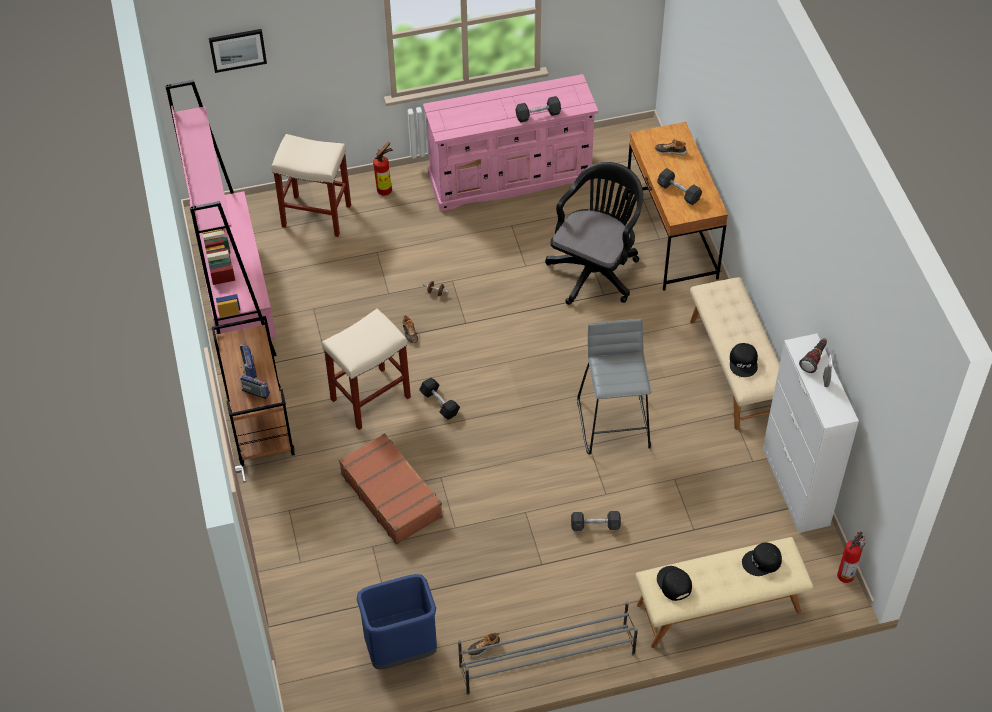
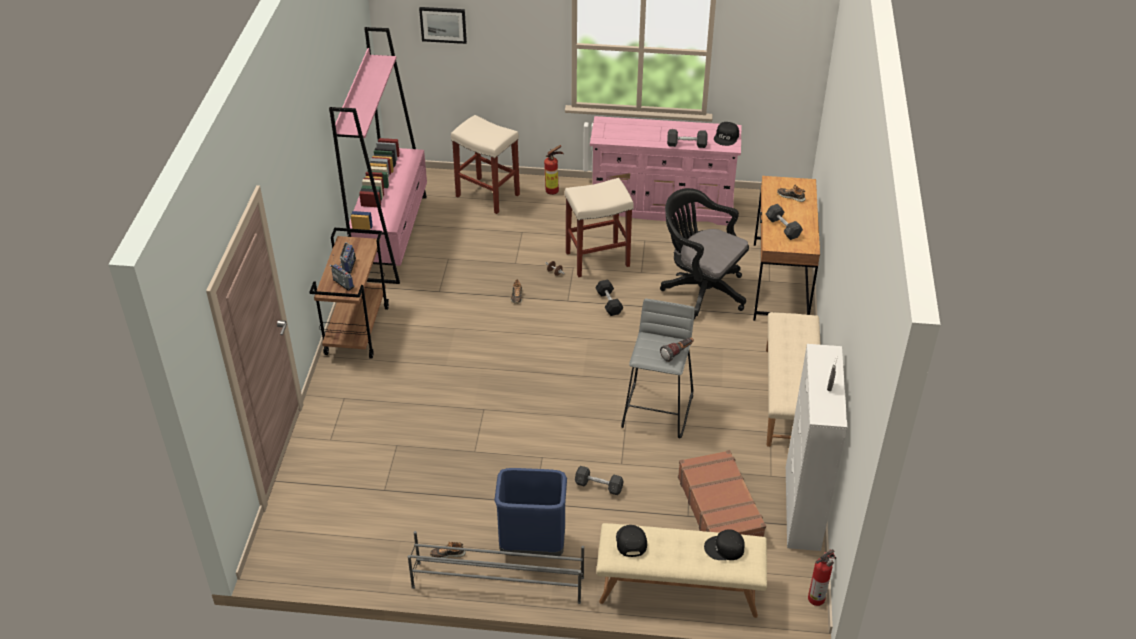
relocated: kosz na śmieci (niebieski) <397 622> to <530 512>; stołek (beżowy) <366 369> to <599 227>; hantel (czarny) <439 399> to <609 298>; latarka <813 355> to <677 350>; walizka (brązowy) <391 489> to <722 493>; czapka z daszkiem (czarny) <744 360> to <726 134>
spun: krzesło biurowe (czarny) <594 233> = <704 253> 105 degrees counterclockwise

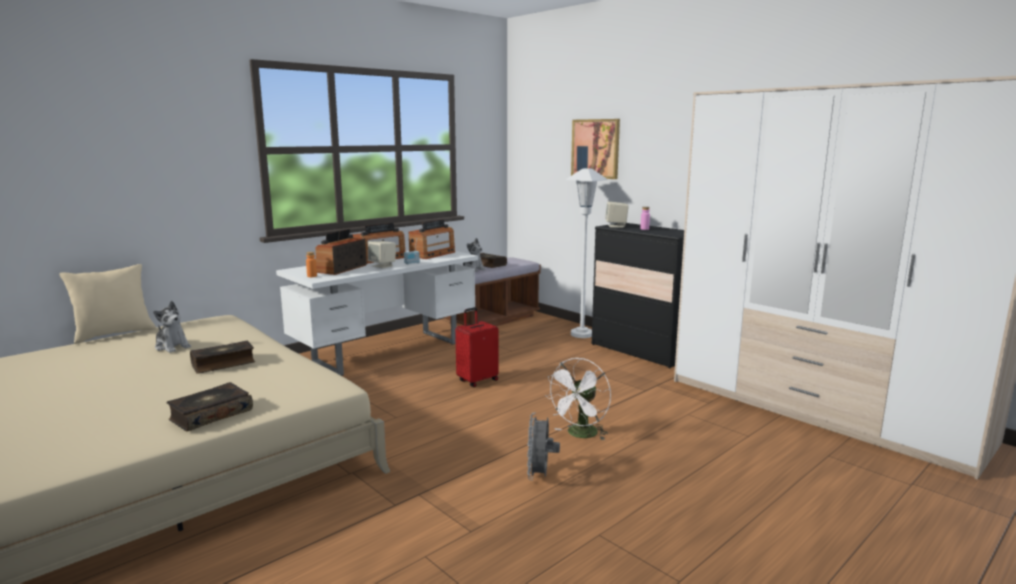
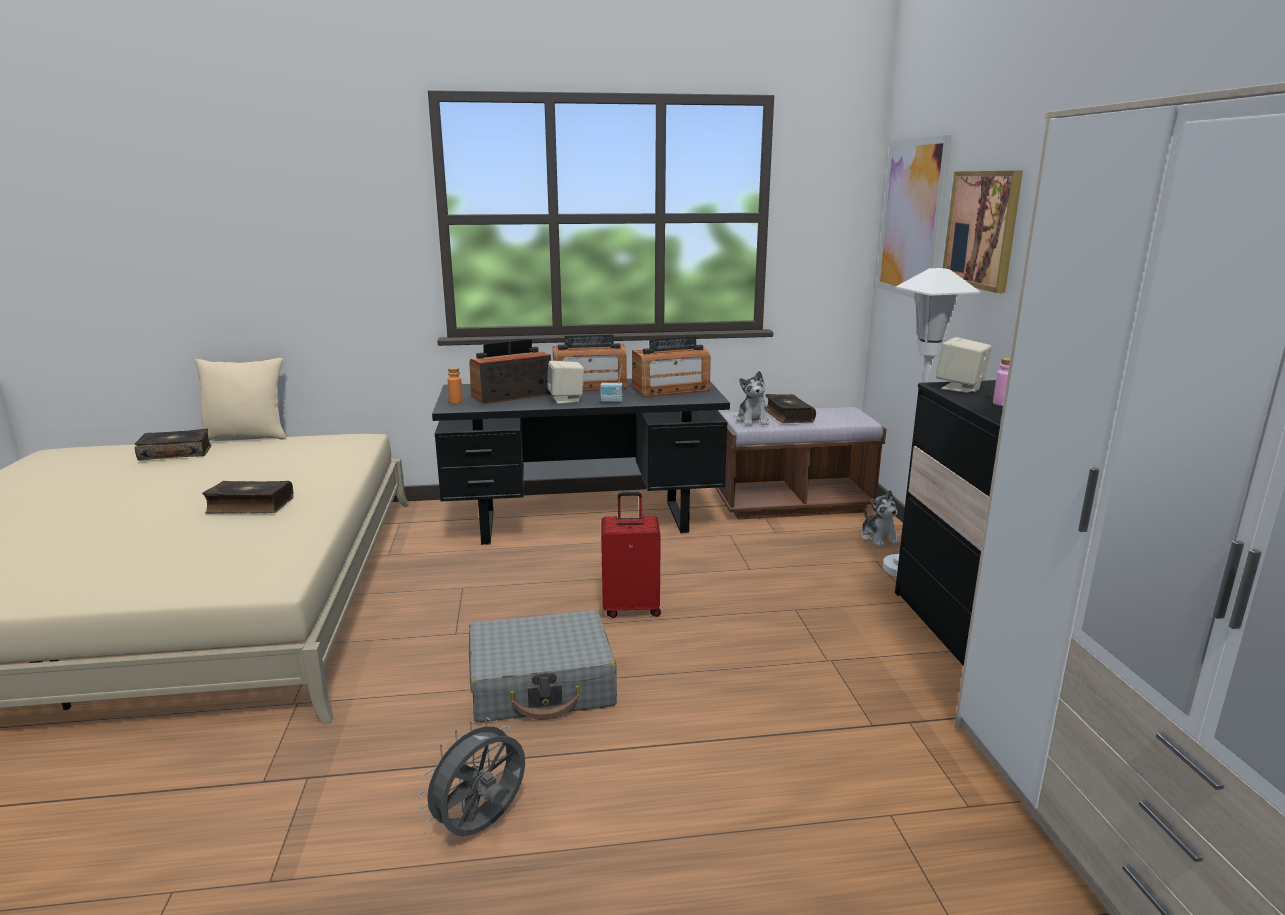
missing: wentylator (biały) <578 399>
appeared: walizka (szary) <543 666>; obraz <915 217>
relocated: książka <209 406> to <172 444>; pluszak <172 327> to <880 518>
colour: biurko (biały) <377 313> to biurko (czarny) <581 462>

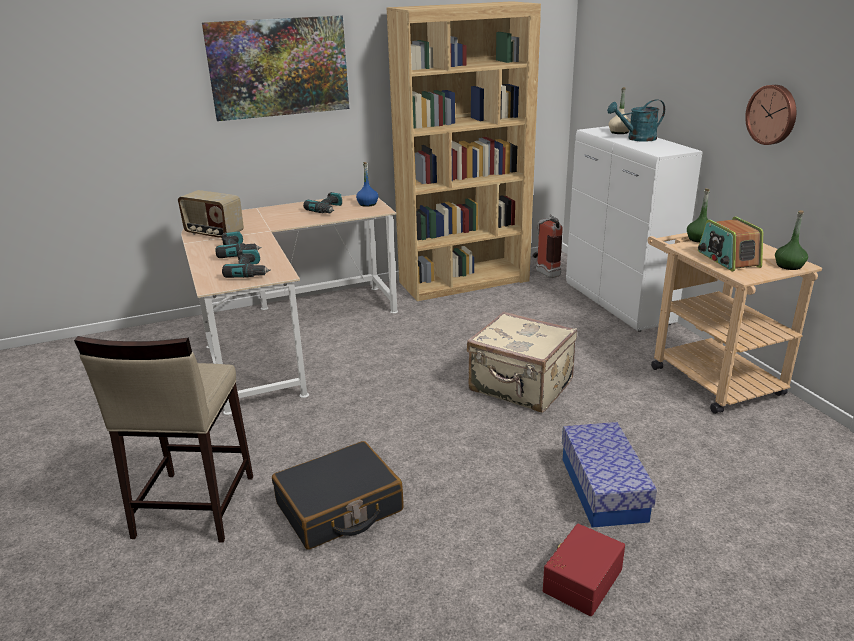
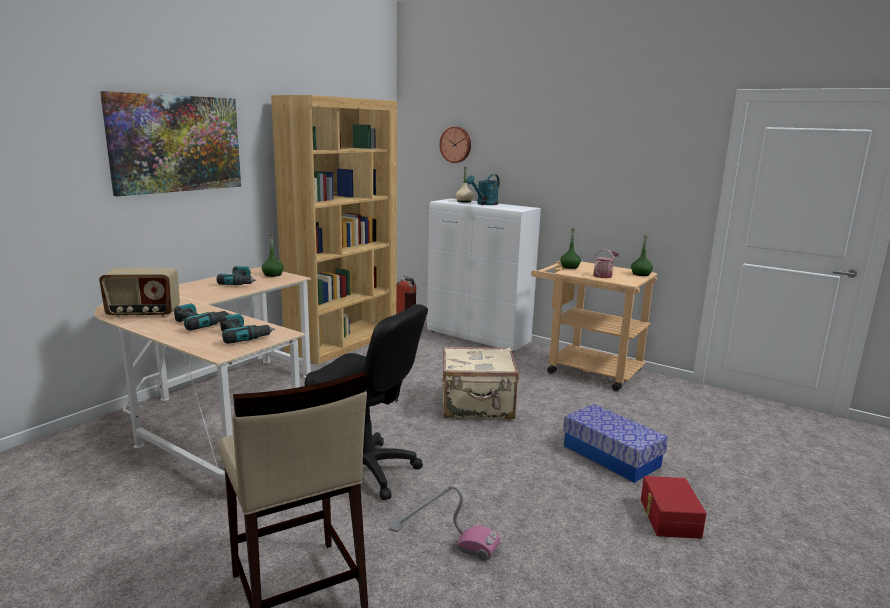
appeared: krzesło biurowe (czarny) <366 402>
relocated: zegar ścienny <770 115> to <455 144>
exchanged: walizka (czarny) <338 495> to odkurzacz <444 523>; radio <730 243> to konewka <606 263>
colour: butelka (niebieski) <367 184> to butelka (zielony) <272 255>

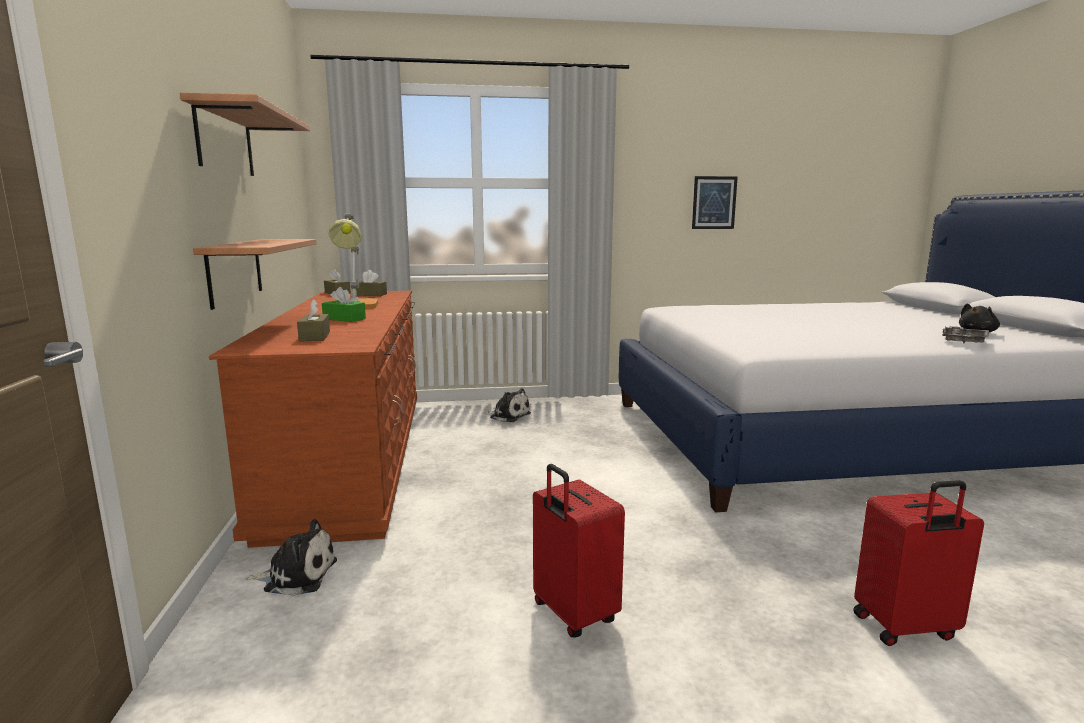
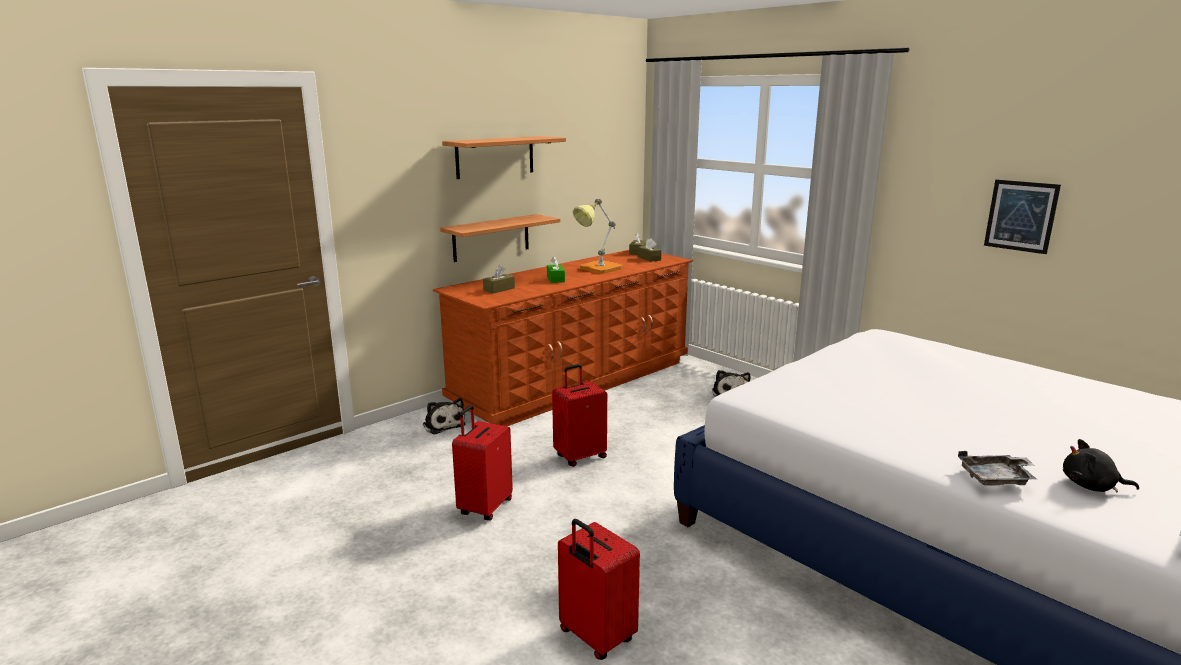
appeared: walizka (czerwony) <579 415>

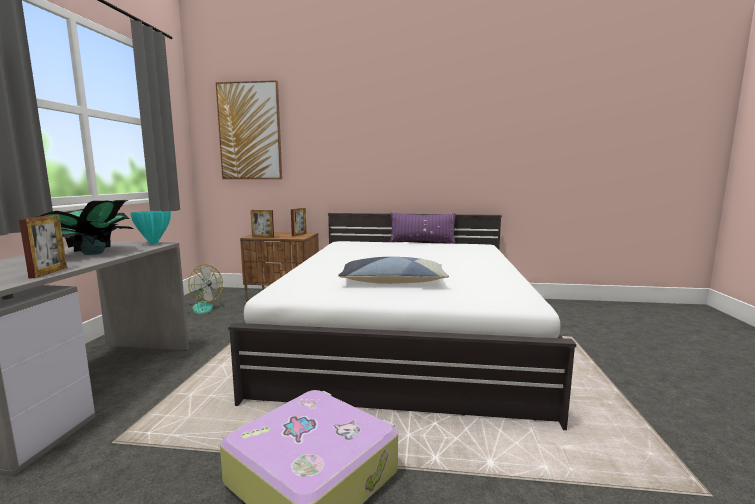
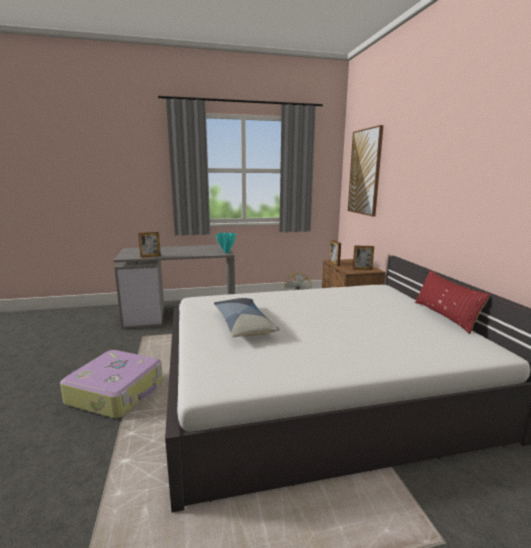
missing: roślina doniczkowa <85 227>
colour: poduszka (fioletowy) <423 228> to poduszka (czerwony) <452 302>

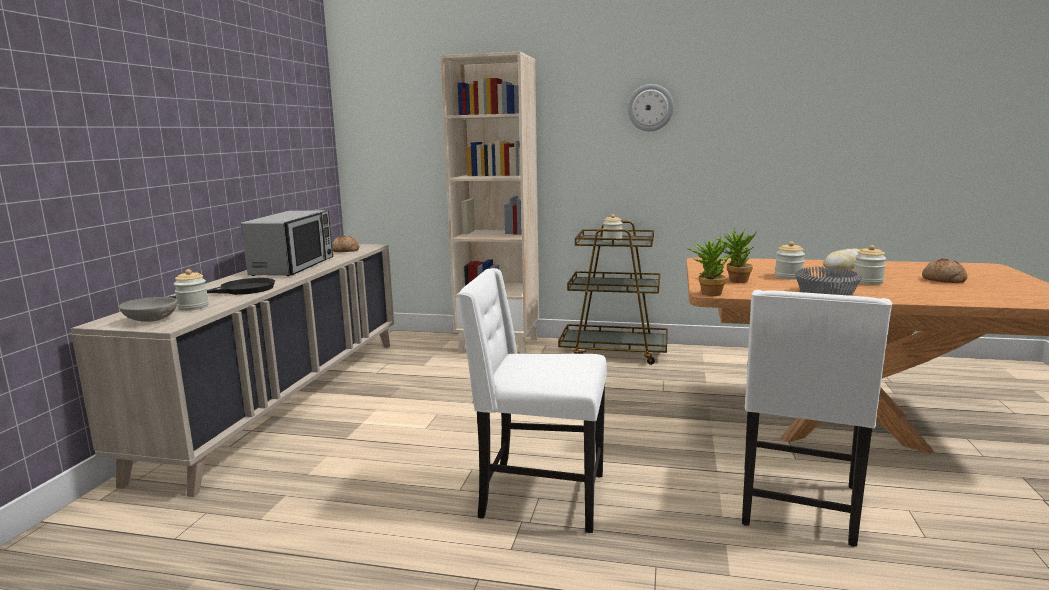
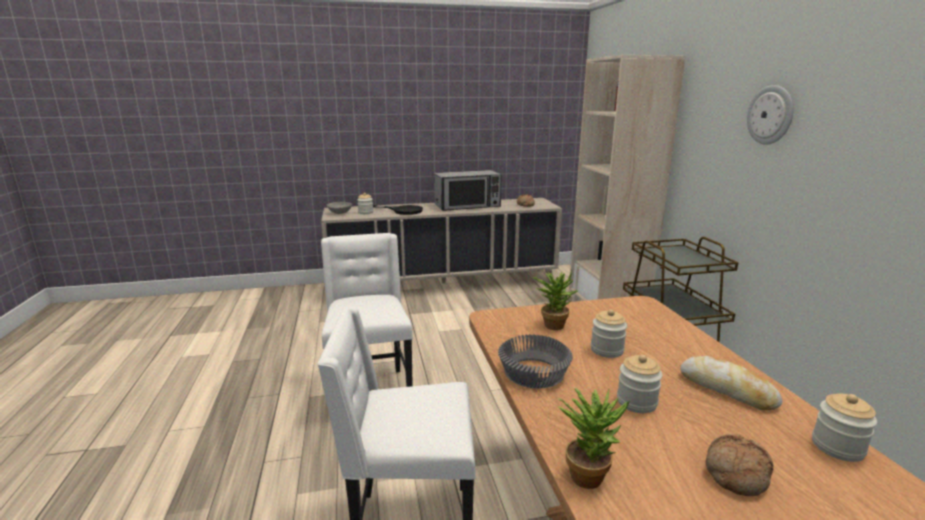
relocated: roślina doniczkowa <710 266> to <593 438>; słoik <613 228> to <844 428>

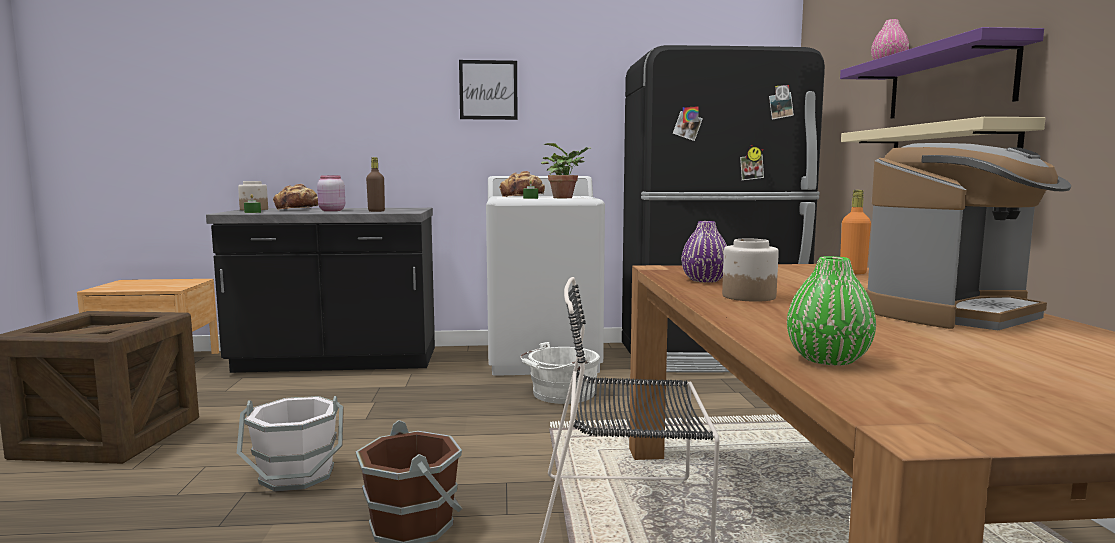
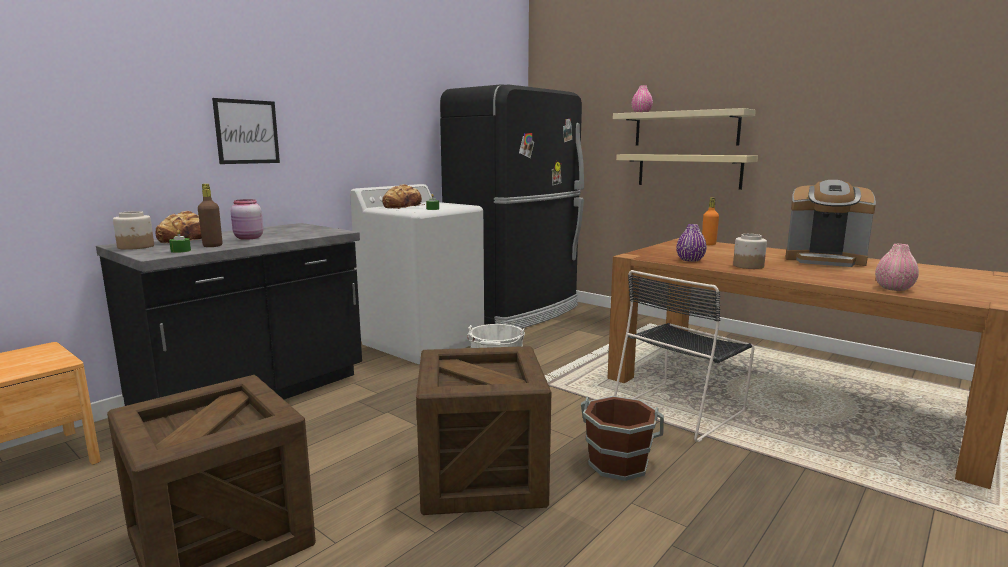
missing: roślina doniczkowa <566 170>
relocated: butelka (brązowy) <375 184> to <210 215>; obraz <488 90> to <246 131>
exchanged: wiadro (biały) <290 444> to skrzynka <483 430>
colour: półka (fioletowy) <942 73> to półka (beżowy) <684 126>; wazon (zielony) <831 311> to wazon (różowy) <897 267>
spun: ekspres do kawy <968 236> = <831 223> 105 degrees clockwise

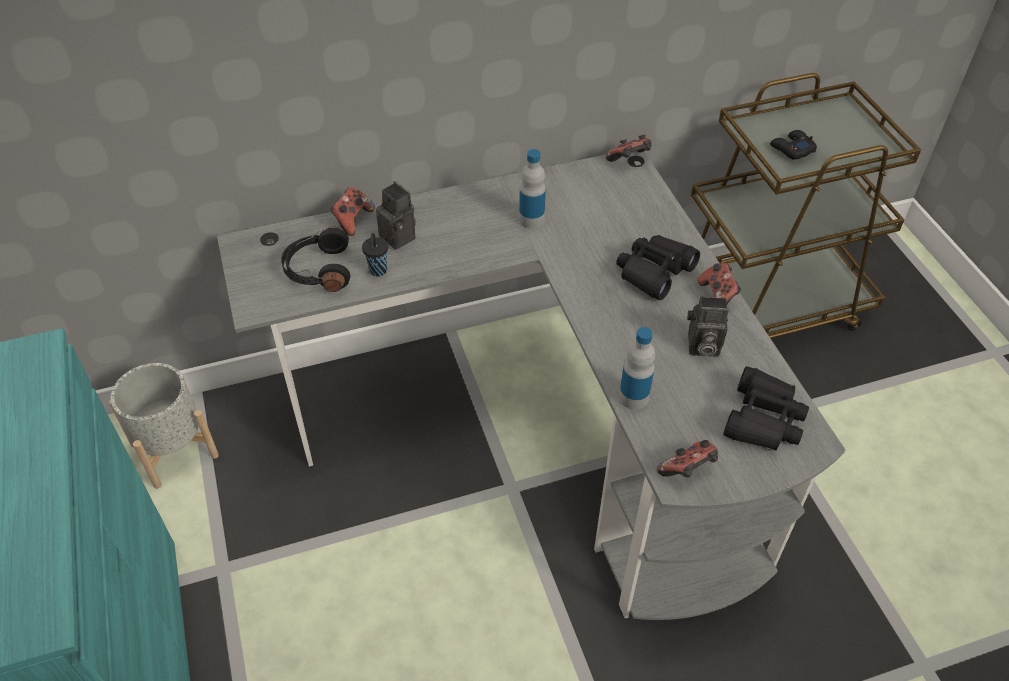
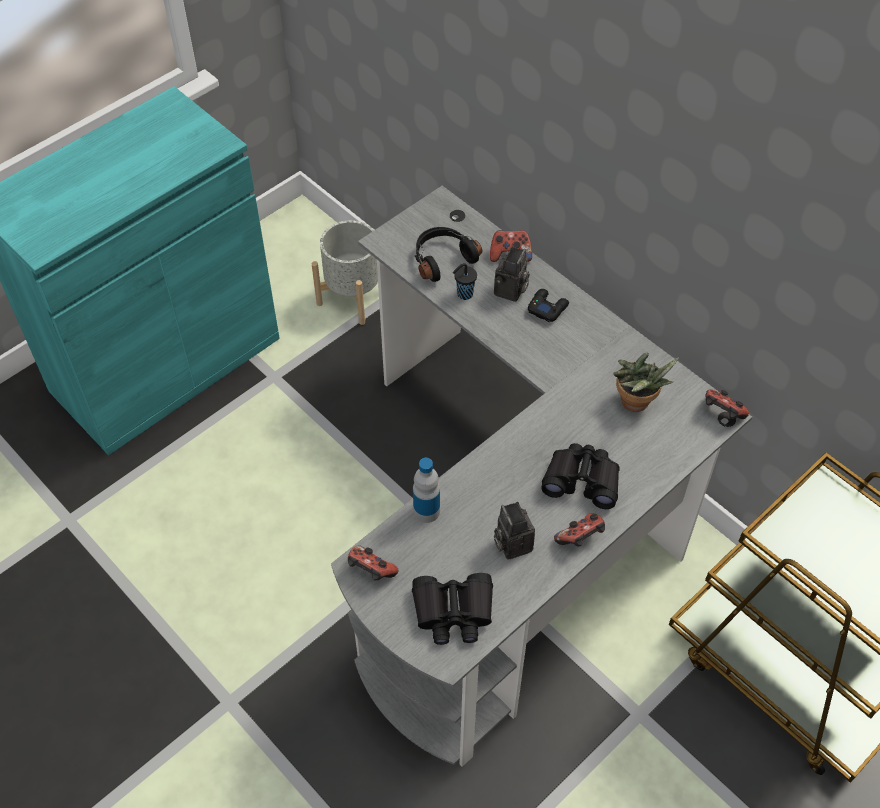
missing: butelka <532 189>
appeared: roślina doniczkowa <646 382>
relocated: pad do gier (czarny) <793 145> to <548 305>

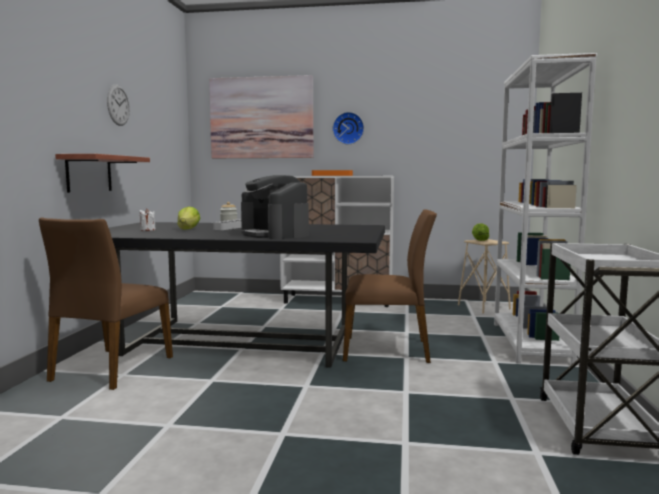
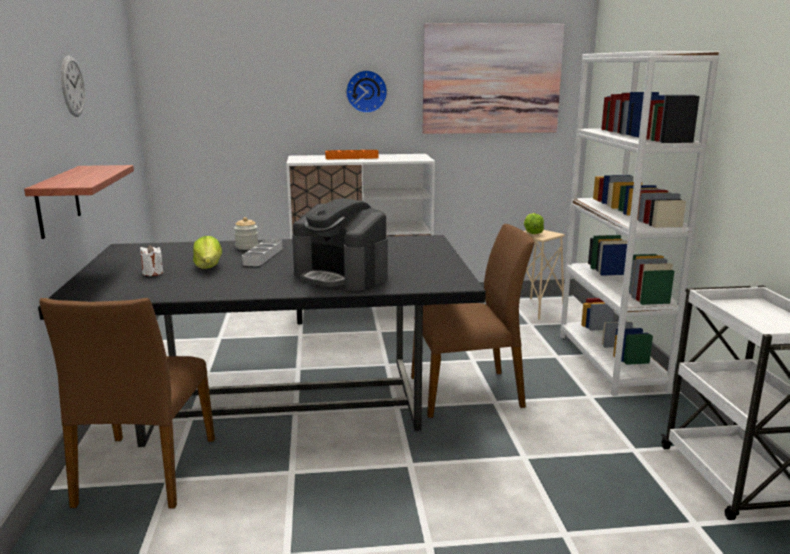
relocated: obraz <261 116> to <494 78>

